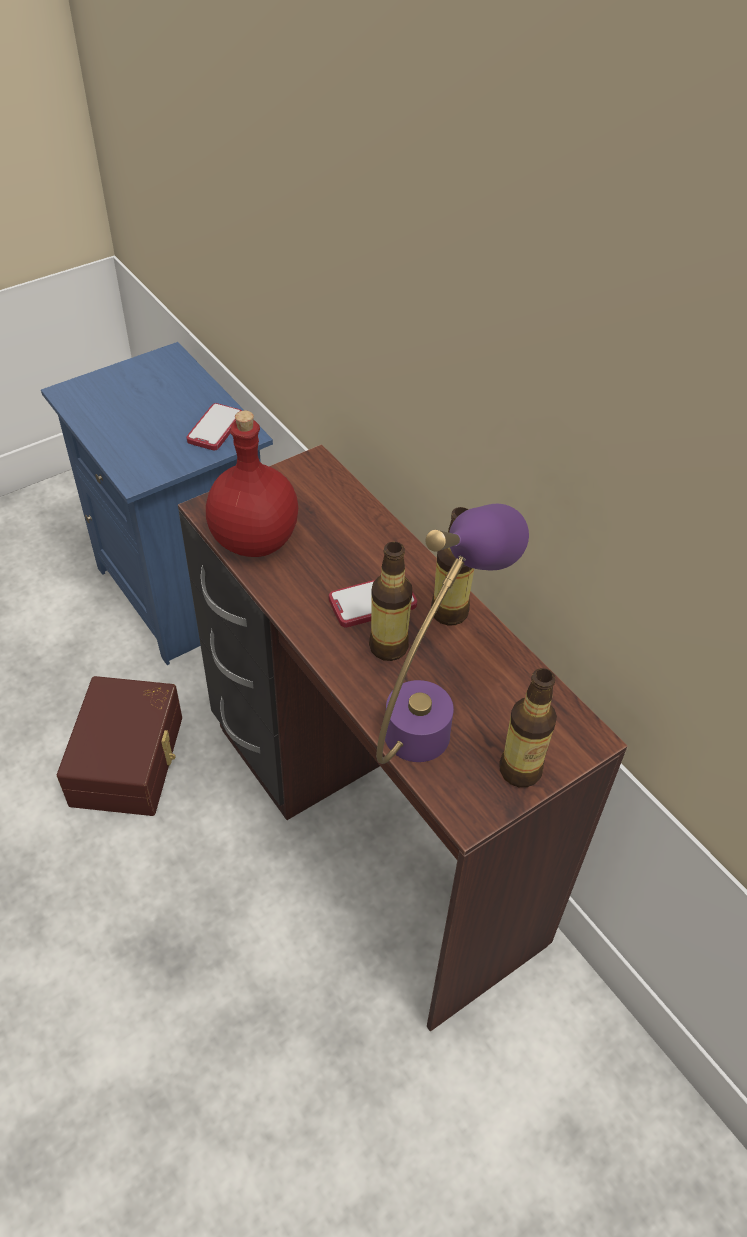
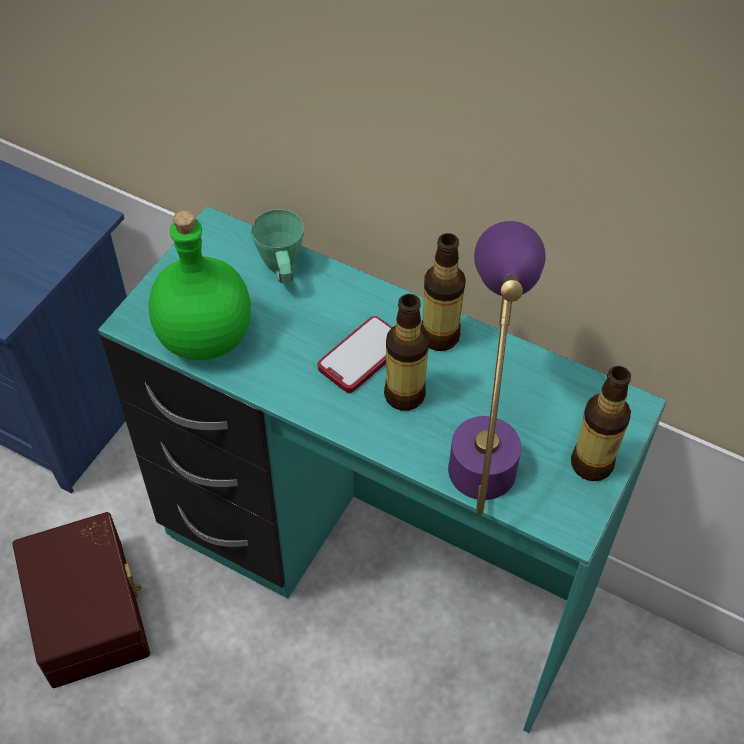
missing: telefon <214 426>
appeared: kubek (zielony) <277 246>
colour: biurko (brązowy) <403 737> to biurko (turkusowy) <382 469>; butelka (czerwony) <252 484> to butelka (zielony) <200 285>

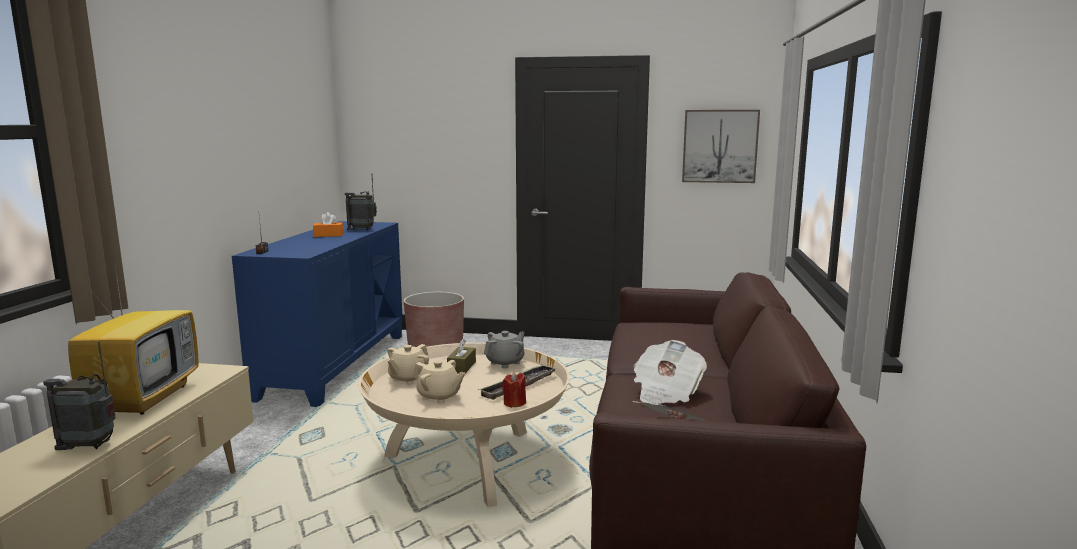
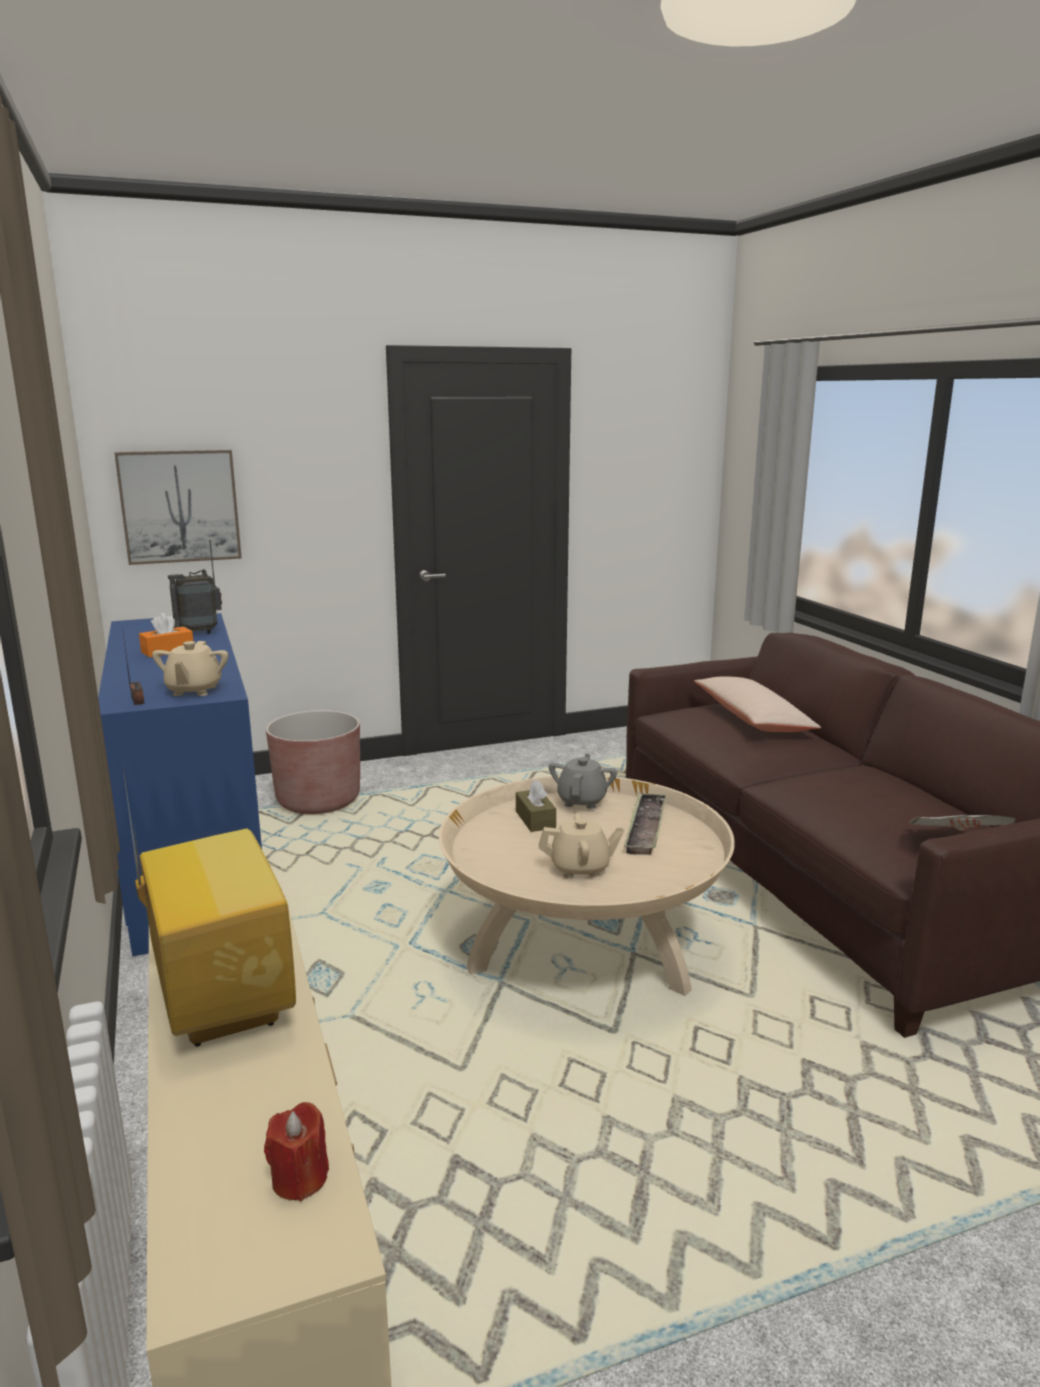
missing: radio <79 396>; gazeta <670 372>
appeared: poduszka (beżowy) <757 704>
relocated: obraz <721 146> to <178 507>; imbryk (beżowy) <408 364> to <190 668>; świeca (czerwony) <514 390> to <296 1151>

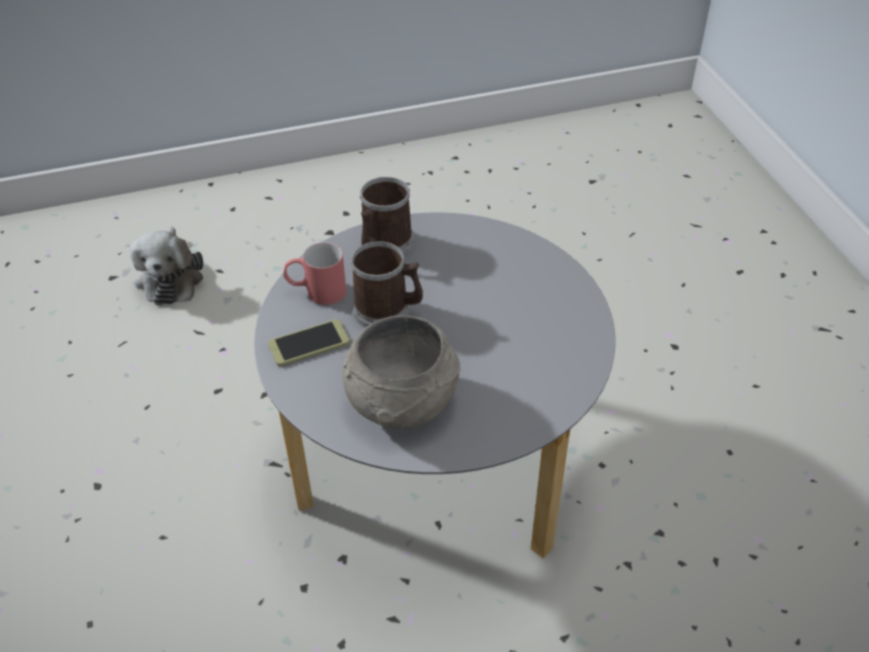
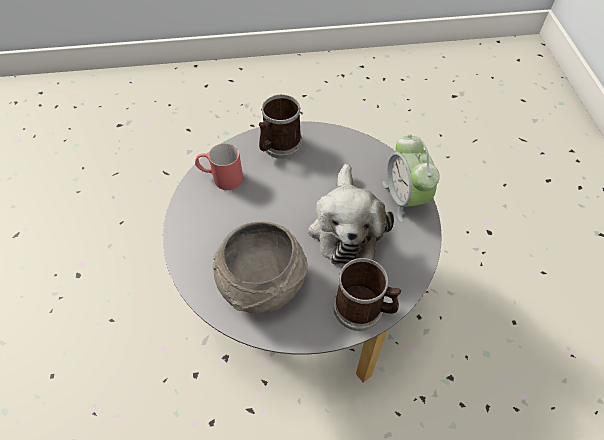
missing: telefon <309 342>
appeared: budzik <411 178>
relocated: pluszak <166 266> to <351 214>; kubek <387 284> to <367 294>

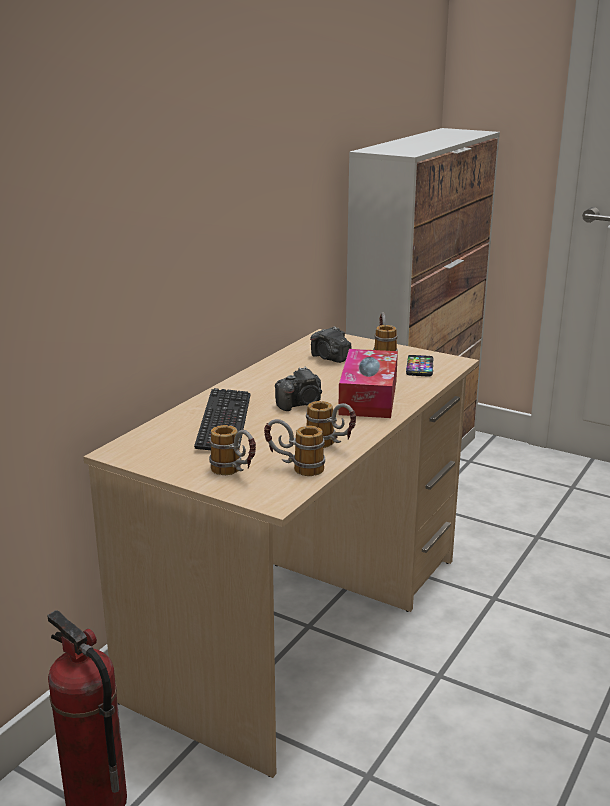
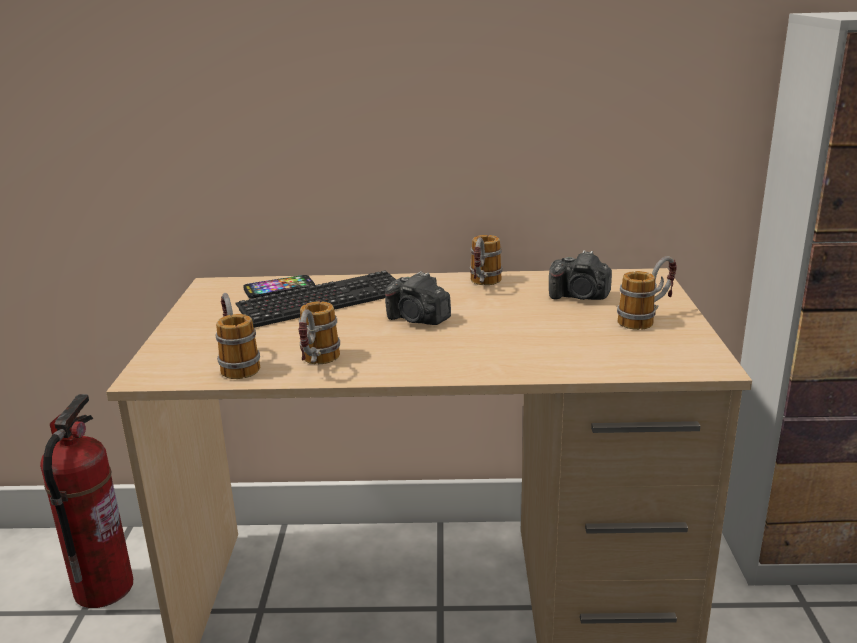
missing: pudełko chusteczek <368 383>
relocated: telefon <419 365> to <279 286>; kubek <232 450> to <486 260>
spun: aparat fotograficzny <331 344> = <580 275> 90 degrees counterclockwise

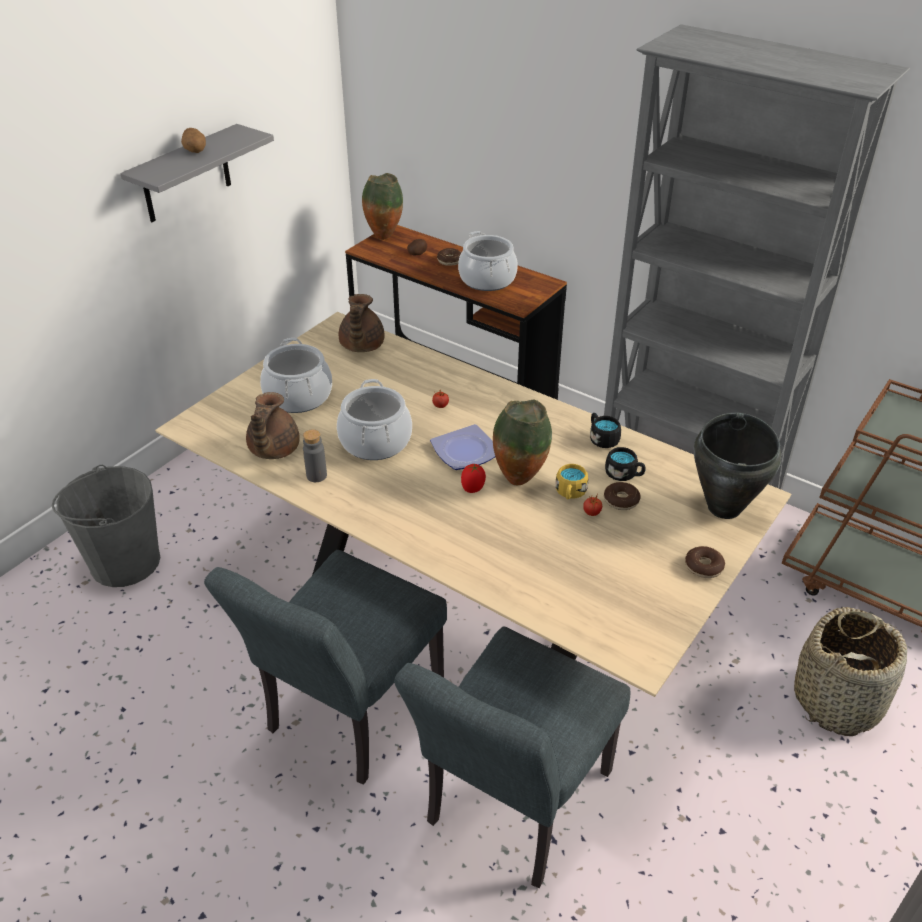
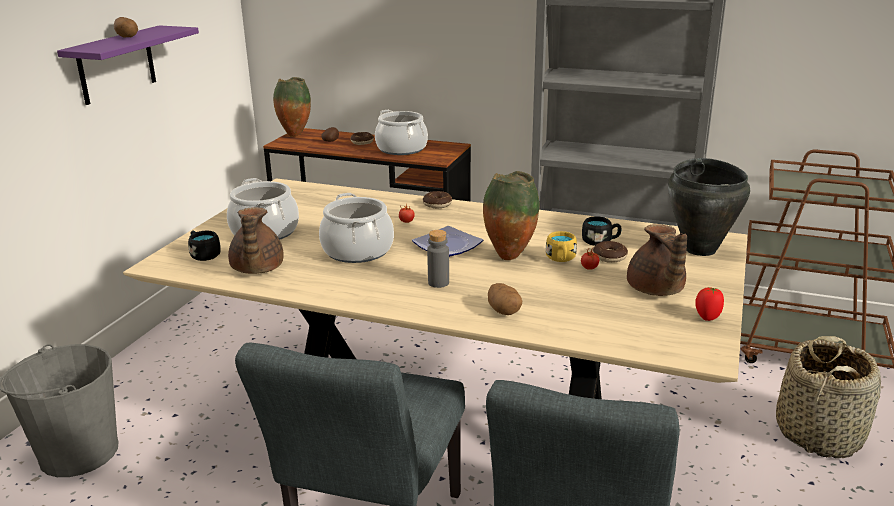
appeared: ziemniak <505 299>
relocated: kubek (czarny) <605 430> to <204 245>; donut <705 562> to <437 199>; butelka (szary) <315 455> to <438 259>; imbryk (brązowy) <362 323> to <657 260>; pomidor <473 478> to <709 304>
colour: półka (szary) <197 173> to półka (fioletowy) <128 65>

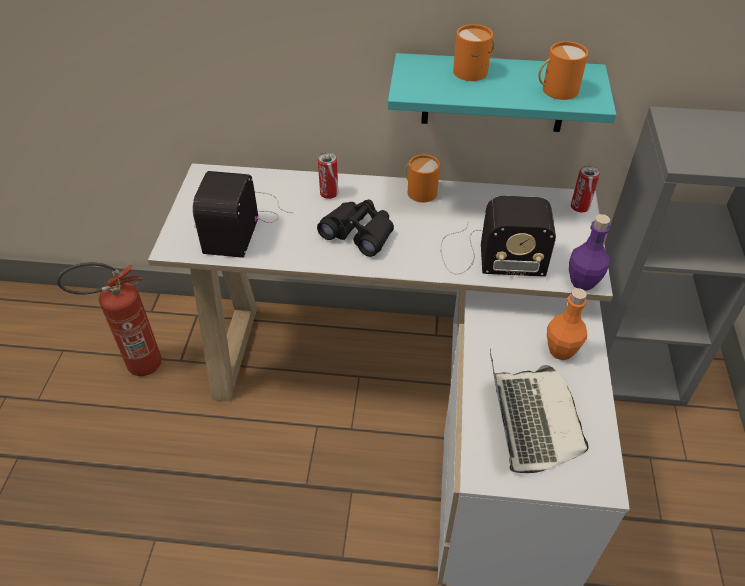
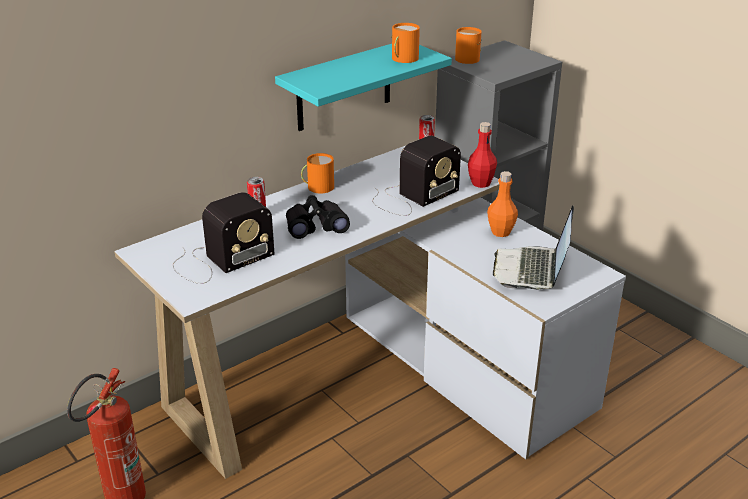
relocated: kubek (pomarańczowy) <474 52> to <468 45>
colour: butelka (fioletowy) <589 252> to butelka (czerwony) <482 155>
spun: radio <243 214> = <224 238> 90 degrees counterclockwise; laptop <539 411> = <533 247> 120 degrees counterclockwise

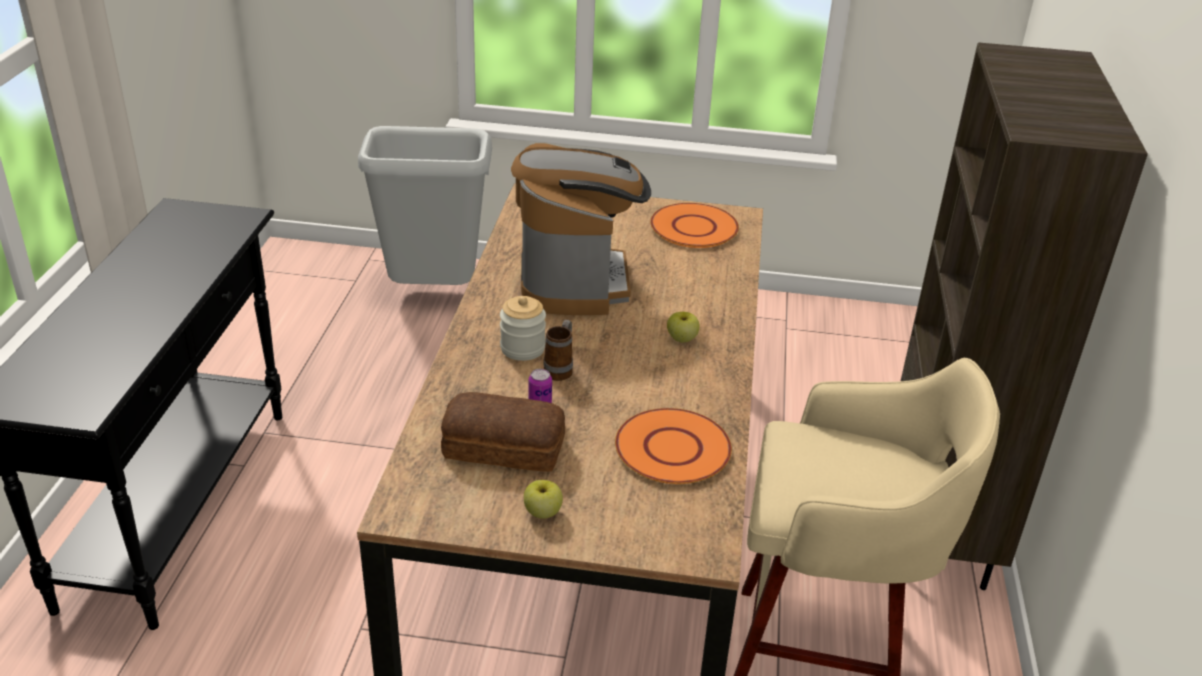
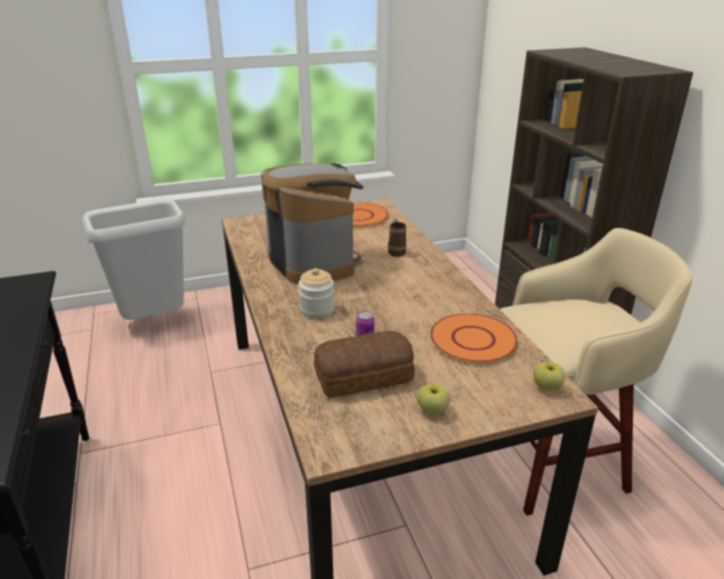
relocated: kubek <558 350> to <397 238>; jabłko <683 327> to <549 376>

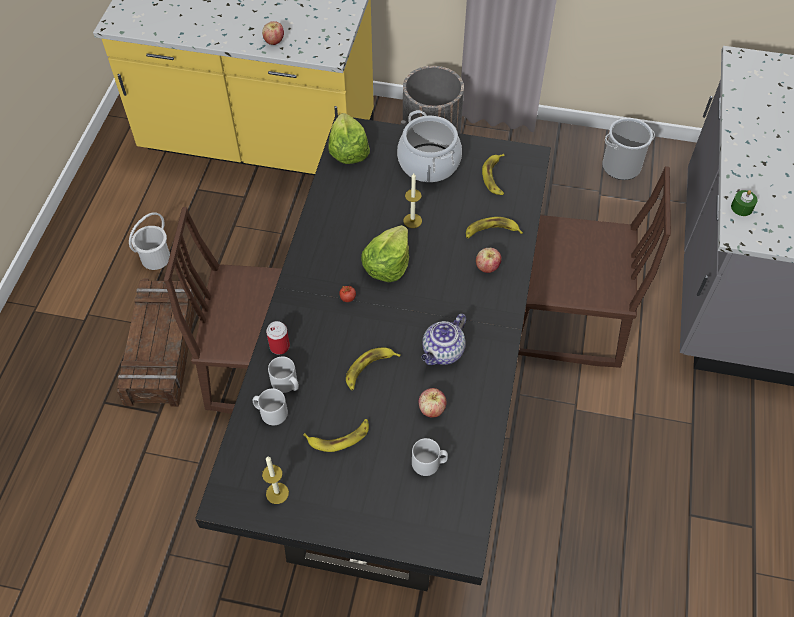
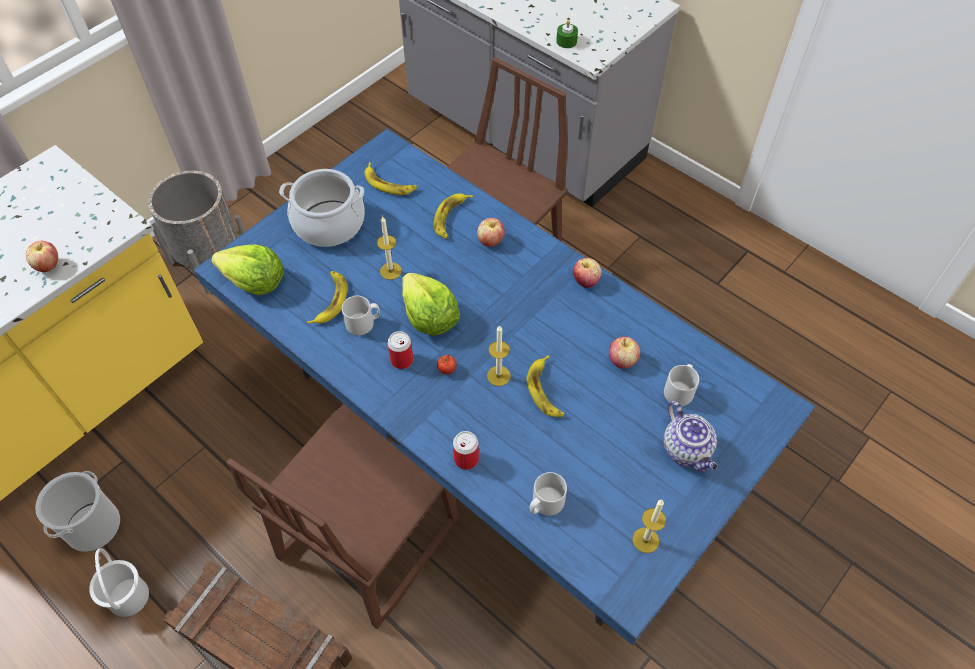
appeared: puszka <400 350>; świeca <499 355>; jabłko <587 273>
relocated: wiadro <628 149> to <77 511>; banan <336 435> to <327 297>; kubek (szary) <283 374> to <361 316>; imbryk <443 339> to <690 436>
colour: stół jadalny (czarny) <373 353> to stół jadalny (niebieski) <504 387>

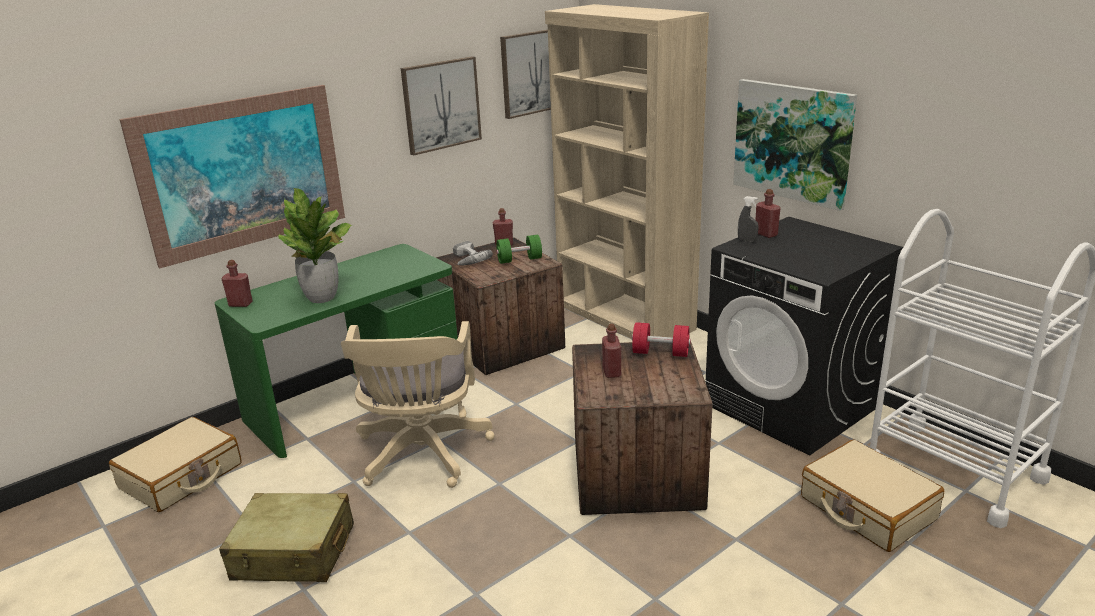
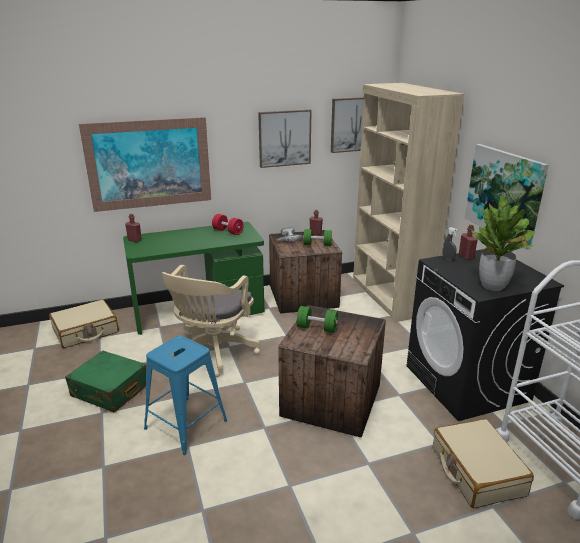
appeared: stołek (niebieski) <185 395>
relocated: hantel (czerwony) <661 339> to <228 224>; roślina doniczkowa <315 245> to <503 243>
exchanged: butelka (czerwony) <611 351> to hantel (zielony) <317 319>
colour: walizka (beżowy) <286 537> to walizka (zielony) <105 382>

